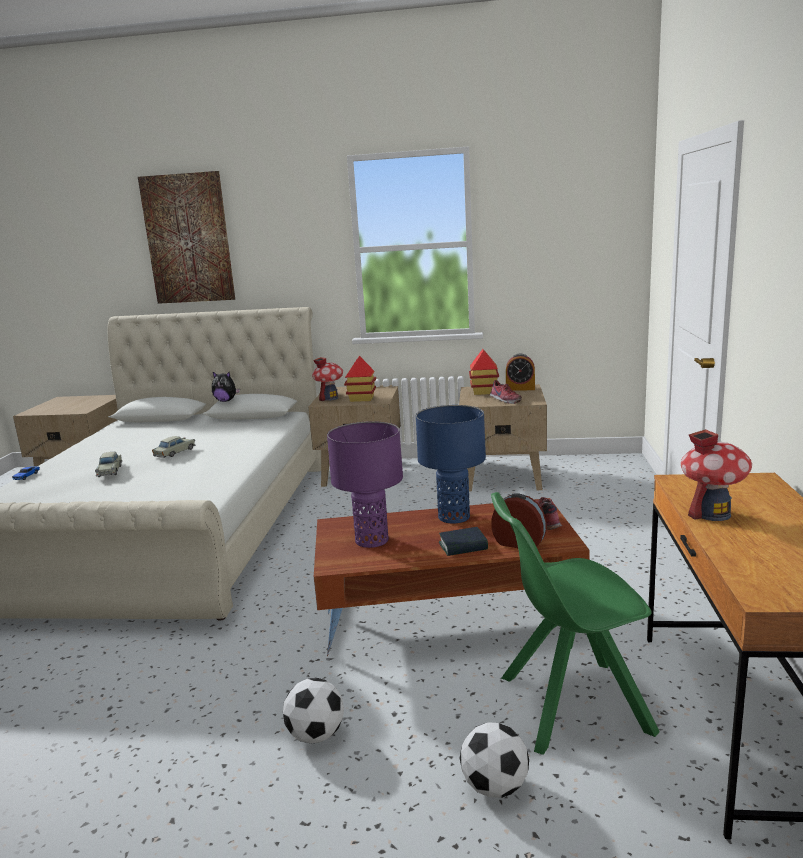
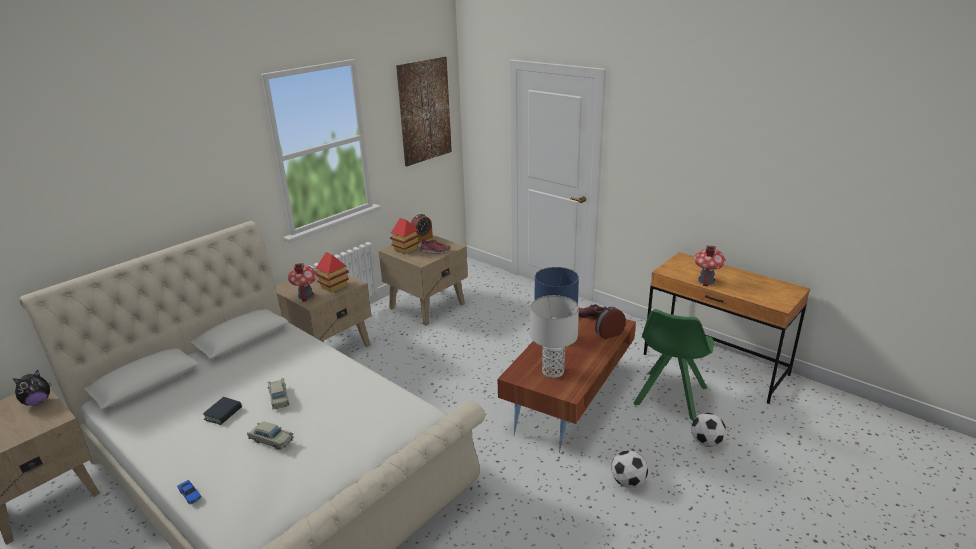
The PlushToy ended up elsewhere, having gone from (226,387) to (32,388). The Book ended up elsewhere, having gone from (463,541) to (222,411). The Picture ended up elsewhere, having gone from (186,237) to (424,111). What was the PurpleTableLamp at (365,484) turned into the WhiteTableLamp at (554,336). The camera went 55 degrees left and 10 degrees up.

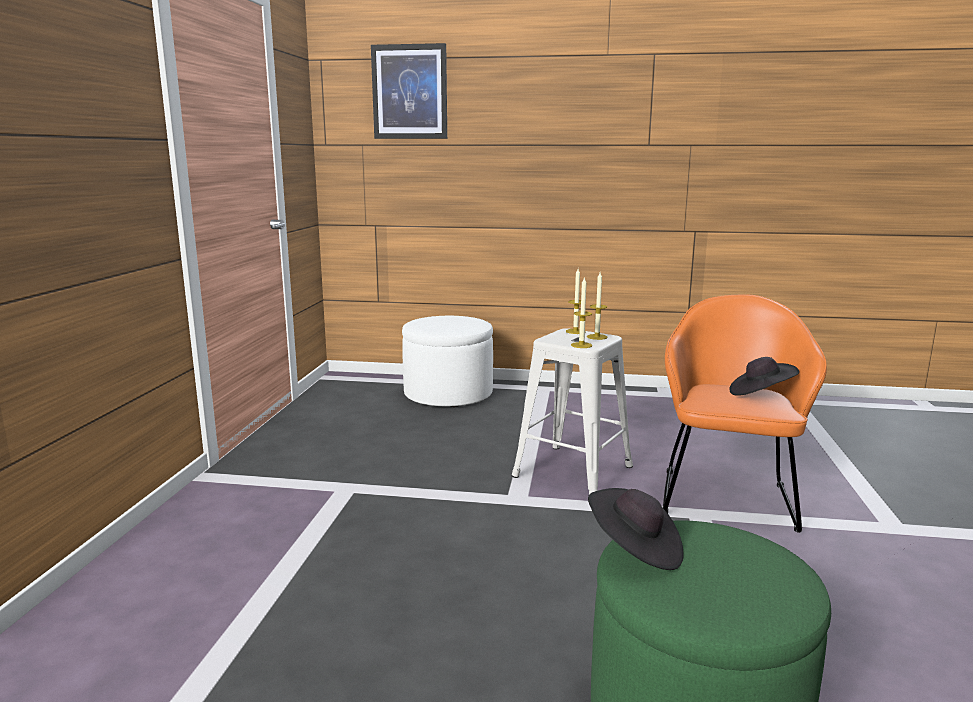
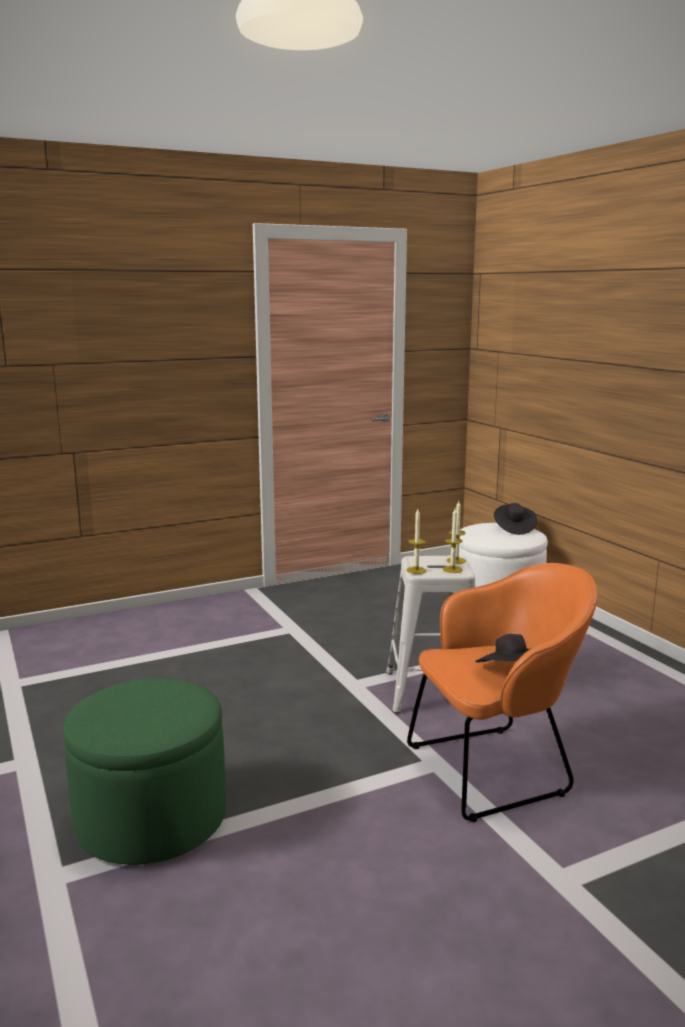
The BlackHat ended up elsewhere, having gone from (636,529) to (515,519). The second view lost the Picture at (409,91). The camera went 55 degrees right and 0 degrees up.

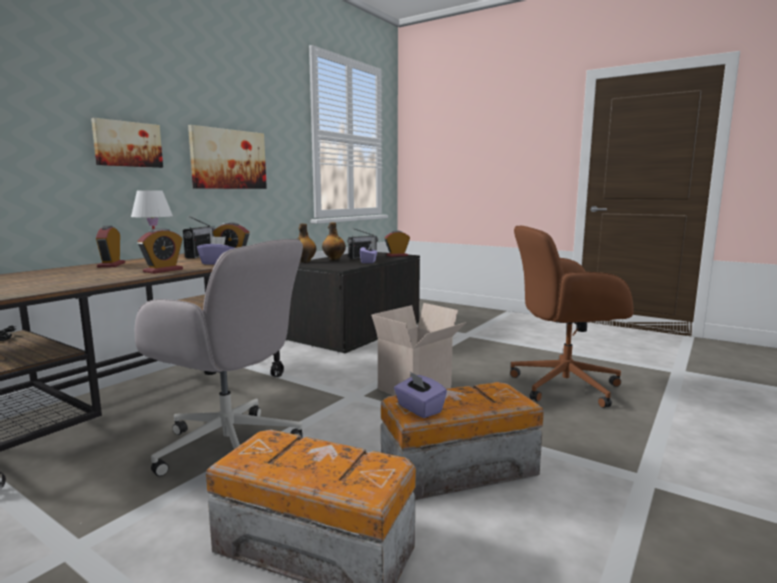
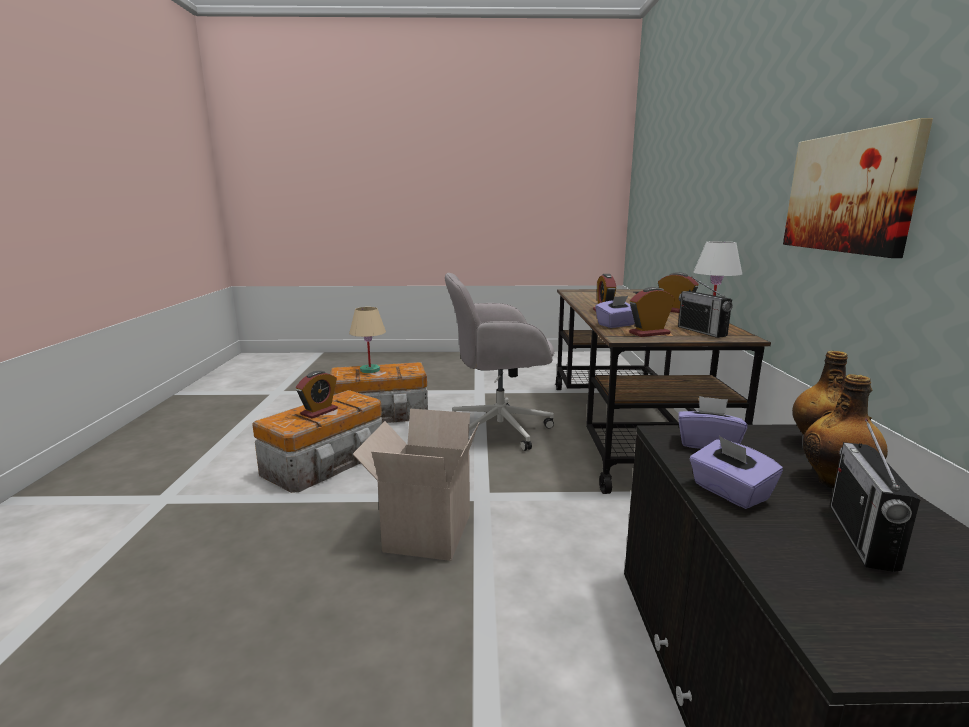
The AlarmClock ended up elsewhere, having gone from (397,244) to (317,394). The second view gained the BeigeTableLamp at (367,340). The PurpleTissueBox ended up elsewhere, having gone from (420,395) to (713,422). The second view lost the Picture at (127,143). The second view lost the BrownOfficeChair at (572,317). The camera went 145 degrees right and 5 degrees up.

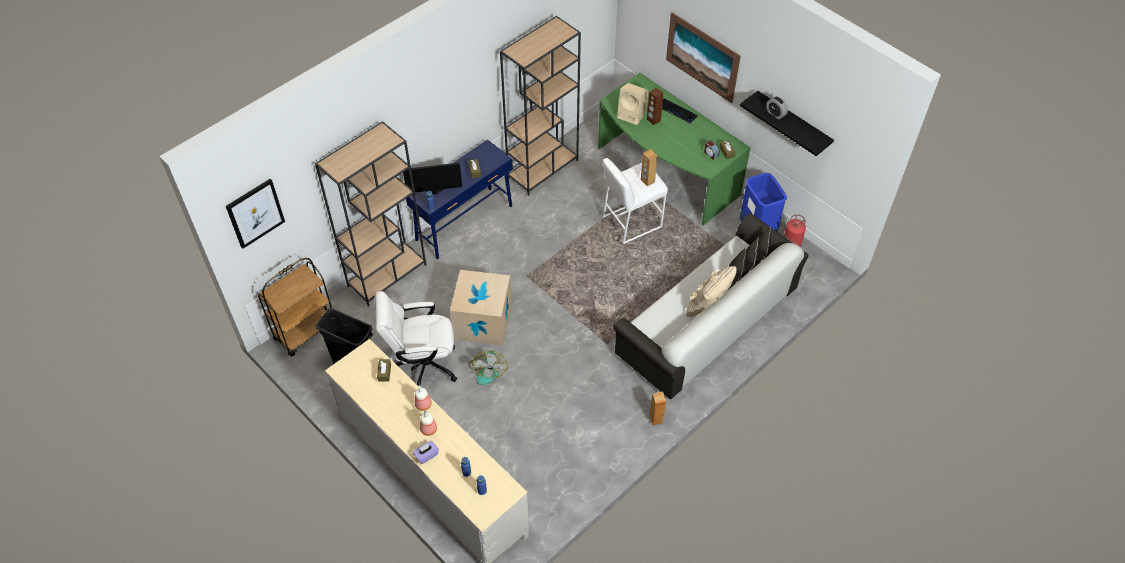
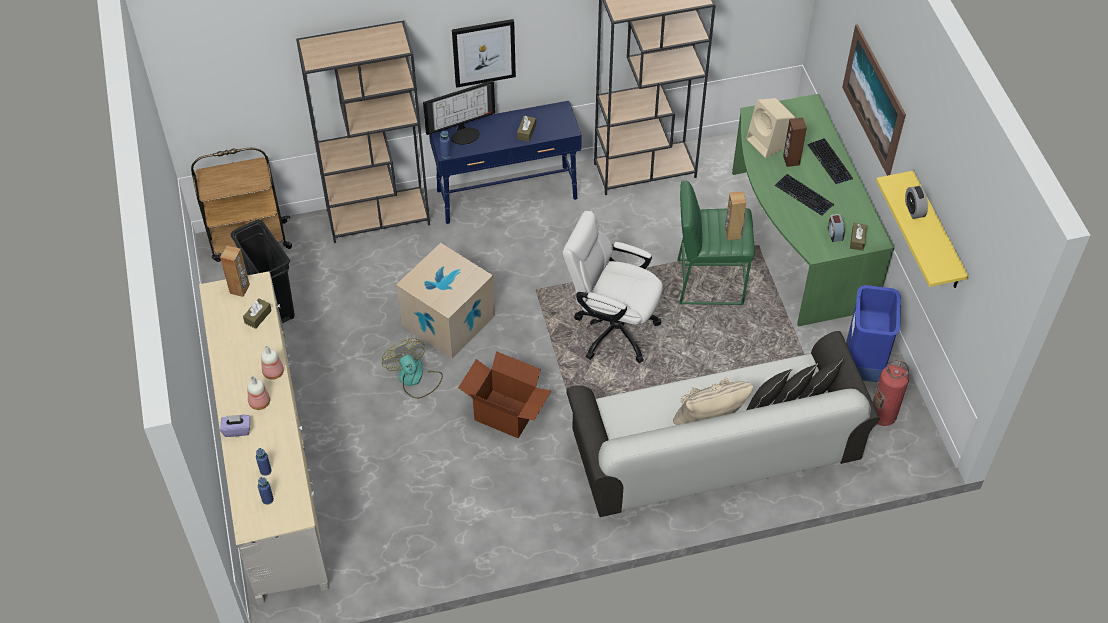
The BrownSpeaker ended up elsewhere, having gone from (657,408) to (235,271). The Fan at (488,368) ended up facing another way, 120 degrees clockwise from before. The Monitor at (432,178) ended up facing another way, 135 degrees clockwise from before. The Picture ended up elsewhere, having gone from (255,214) to (484,53). The second view gained the CardboardBox at (504,394). The WhiteOfficeChair ended up elsewhere, having gone from (416,338) to (613,287). What was the WhiteStool at (635,201) turned into the GreenStool at (716,243). The second view gained the Keyboard at (804,195). What was the BlackShelf at (787,123) turned into the YellowShelf at (922,229). The camera went 30 degrees right and 0 degrees up.

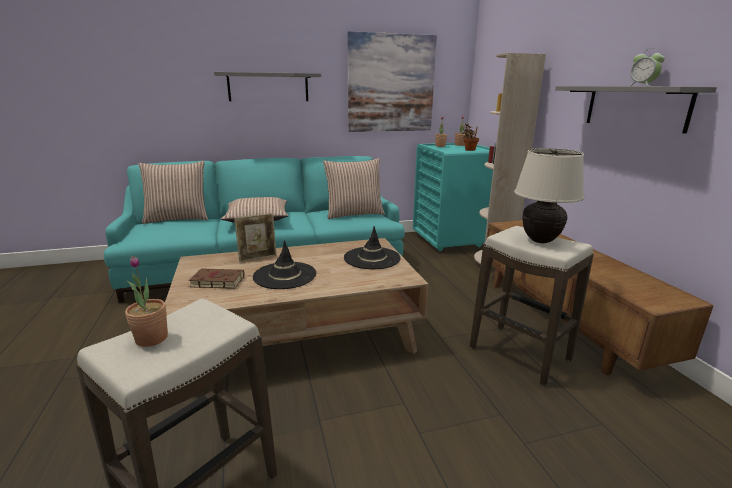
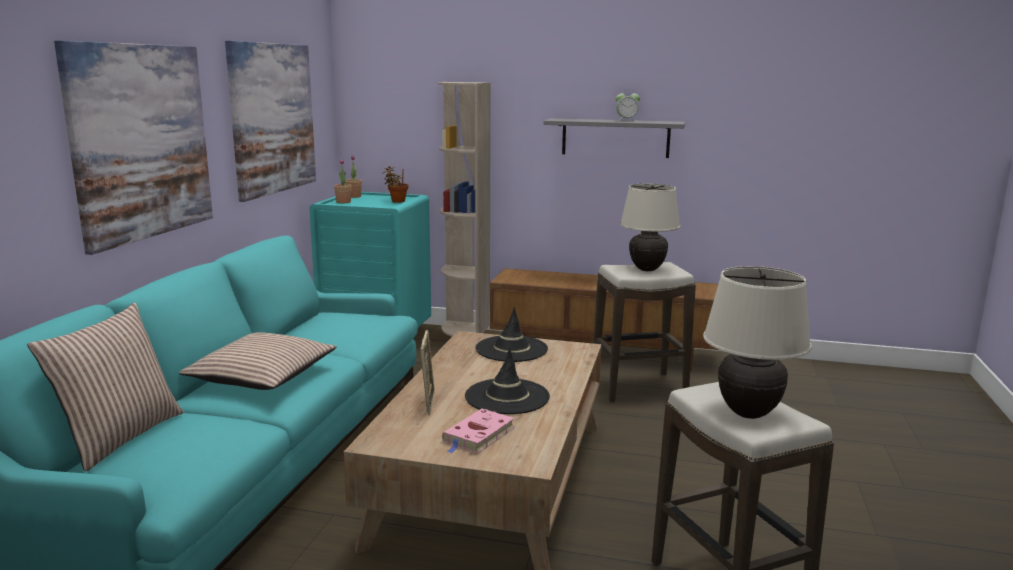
Where the GreyShelf hung at (267,86), the Picture came to hang at (133,147). What was the BrownBook at (216,278) turned into the PinkBook at (478,431). Where the PottedPlant stood at (146,301), the BeigeTableLamp came to stand at (757,342). The second view lost the Pillow at (354,188). The camera went 60 degrees left and 5 degrees down.

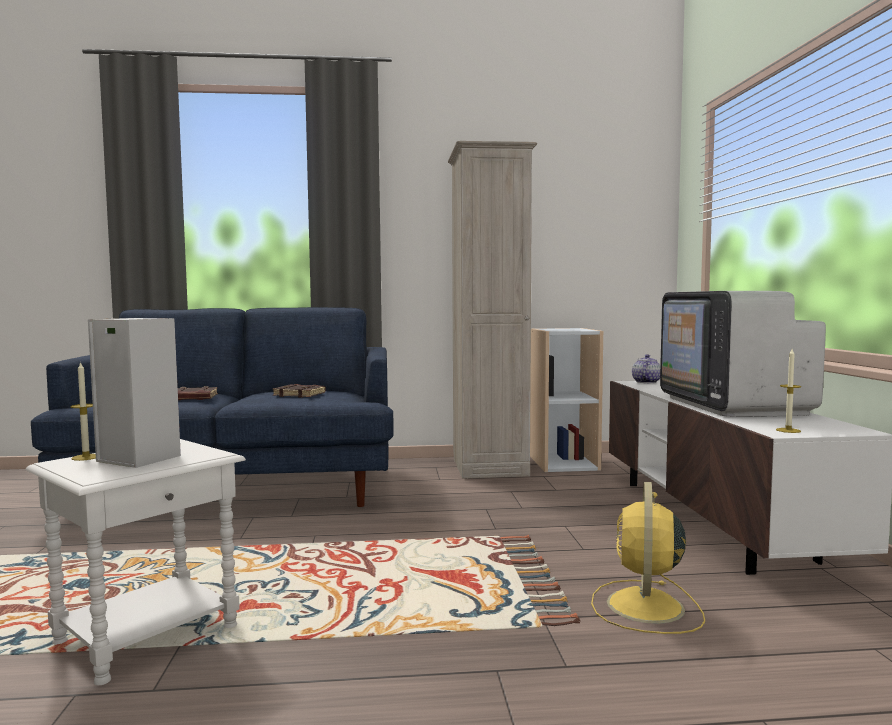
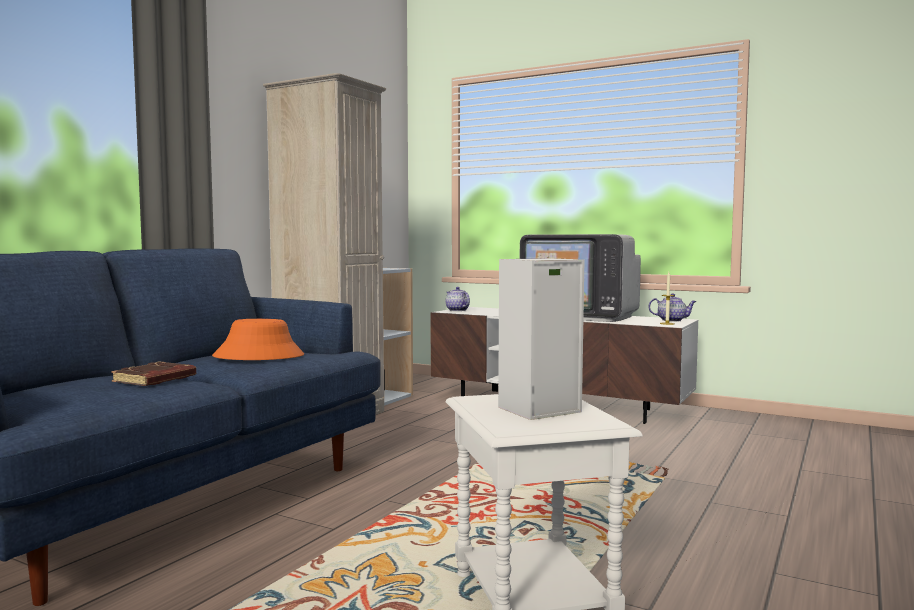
Where the BrownBook stood at (299,391), the OrangeHat came to stand at (258,339). The second view gained the Teapot at (673,308). The second view lost the Candle at (83,411). The second view lost the YellowFan at (648,558). The camera went 55 degrees left and 0 degrees up.

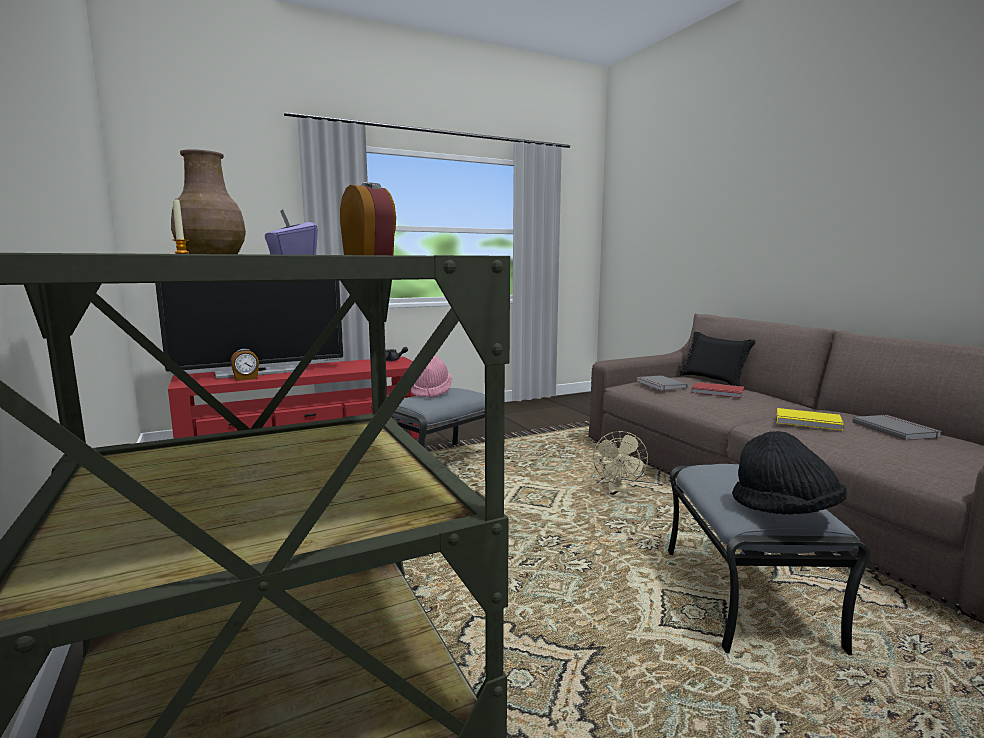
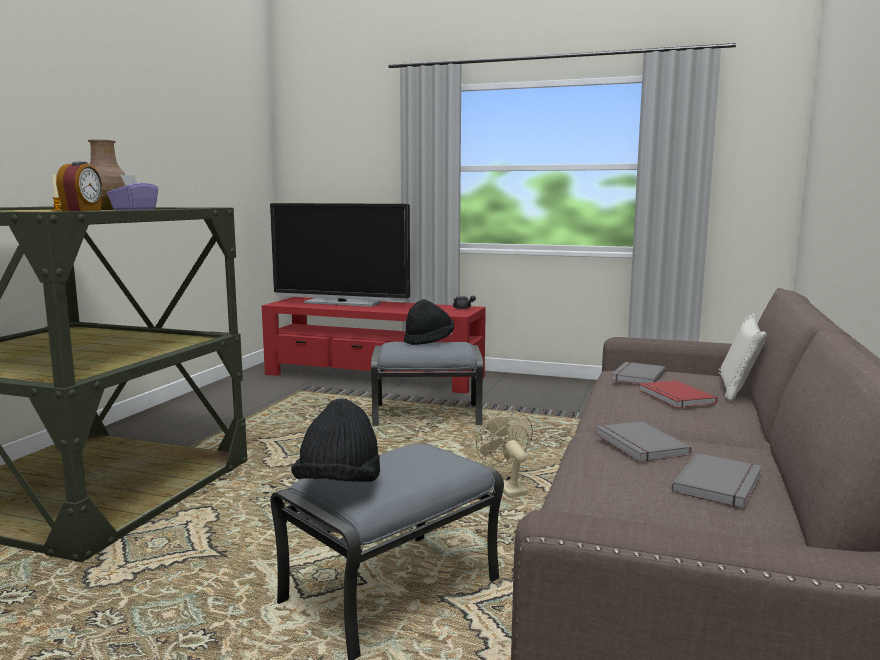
What was the PinkHat at (431,376) turned into the BlackHat at (429,322). The BeigeFan at (620,464) ended up facing another way, 105 degrees clockwise from before. What was the YellowBook at (810,419) turned into the GreyBook at (644,441). What was the BlackPillow at (717,358) turned into the WhitePillow at (742,357). The second view lost the AlarmClock at (244,365). The camera went 45 degrees right and 0 degrees up.

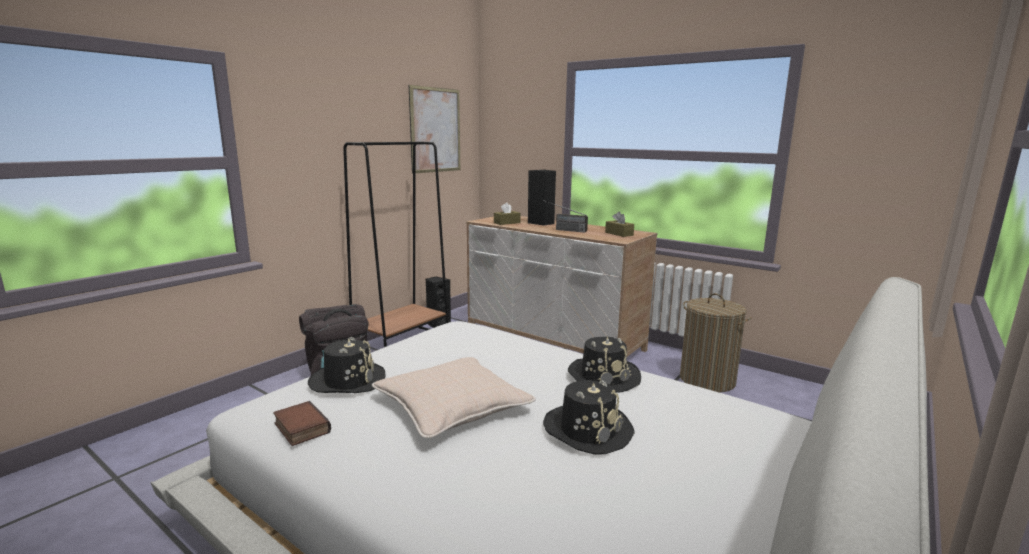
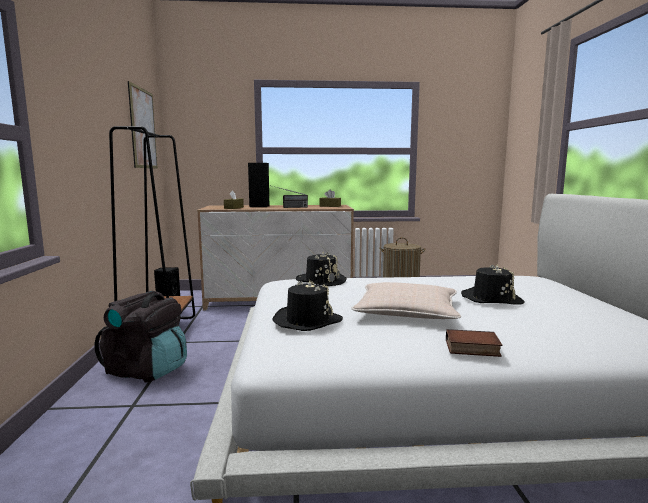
The BlackHat ended up elsewhere, having gone from (604,364) to (321,269). The Book ended up elsewhere, having gone from (302,423) to (474,343). The camera went 40 degrees left and 5 degrees down.

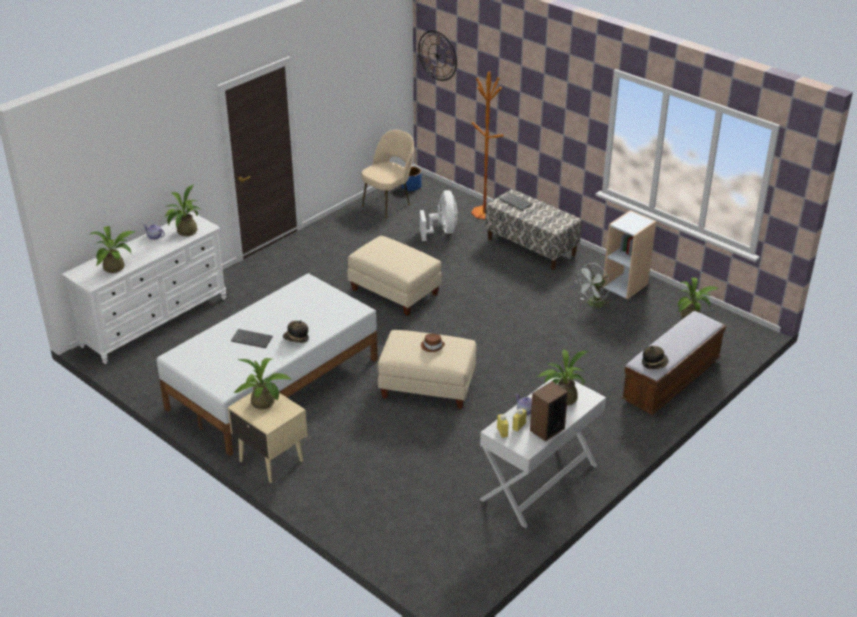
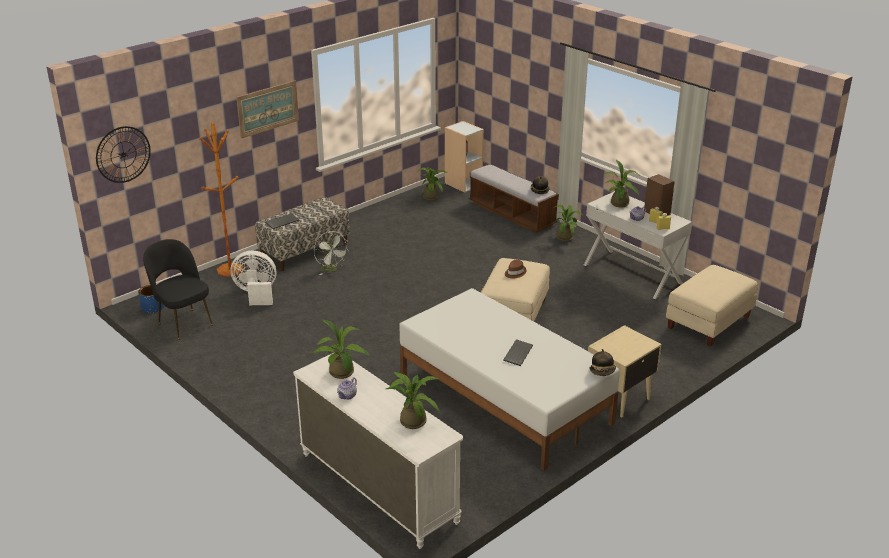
What was the BeigeChair at (387,174) turned into the BlackChair at (178,289). The second view gained the Picture at (267,109). The WhiteFan ended up elsewhere, having gone from (592,286) to (331,253). The Bookcase ended up elsewhere, having gone from (629,254) to (464,157). The PottedPlant ended up elsewhere, having gone from (262,384) to (568,223). The Hat ended up elsewhere, having gone from (296,331) to (603,362). The BeigeOttoman ended up elsewhere, having gone from (394,276) to (712,306). The camera went 85 degrees left and 5 degrees down.

